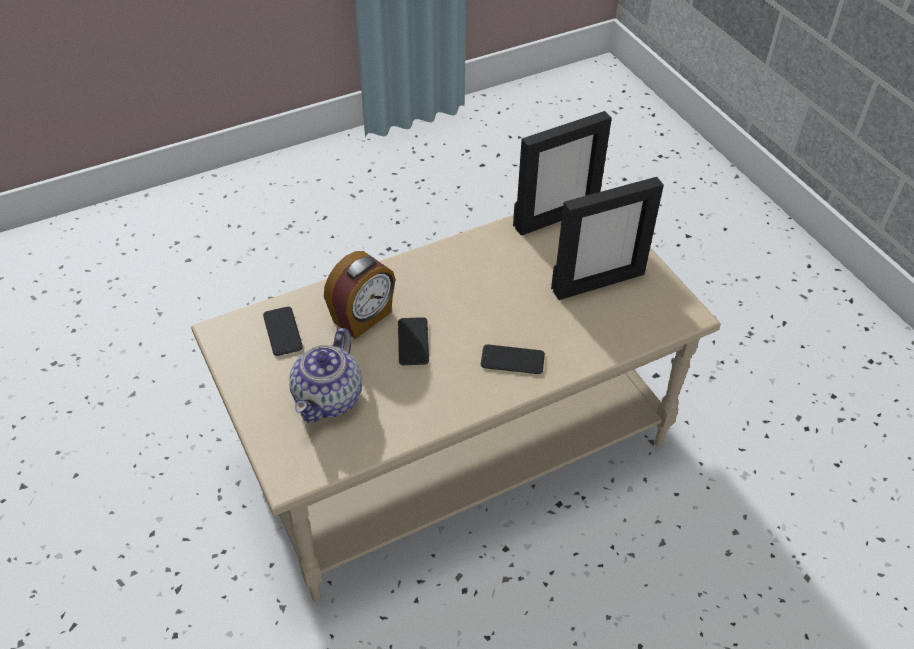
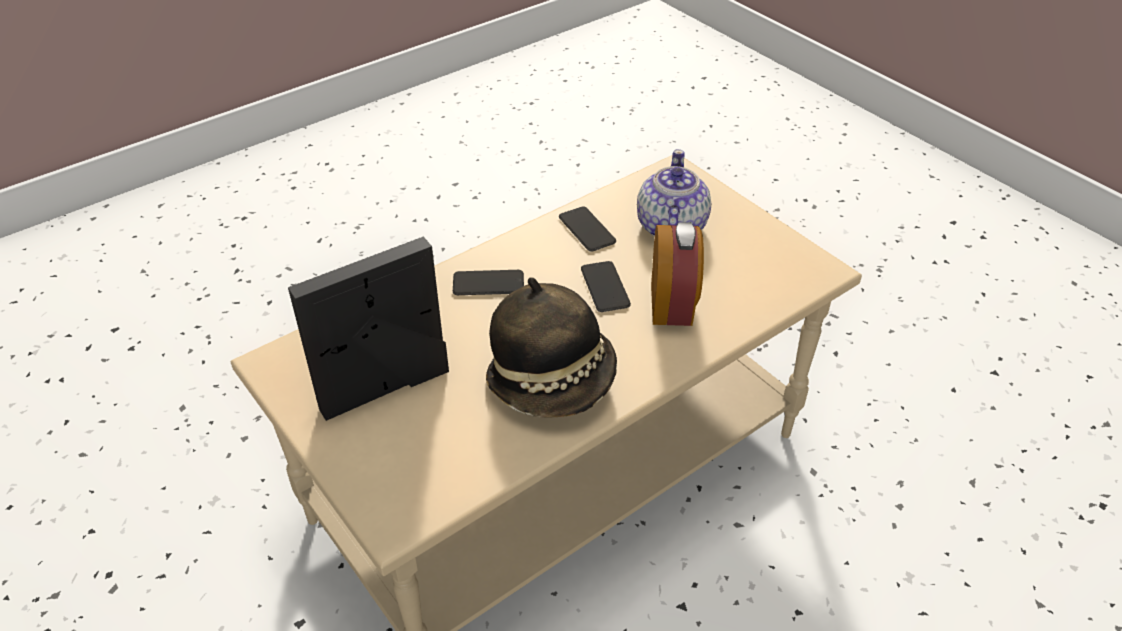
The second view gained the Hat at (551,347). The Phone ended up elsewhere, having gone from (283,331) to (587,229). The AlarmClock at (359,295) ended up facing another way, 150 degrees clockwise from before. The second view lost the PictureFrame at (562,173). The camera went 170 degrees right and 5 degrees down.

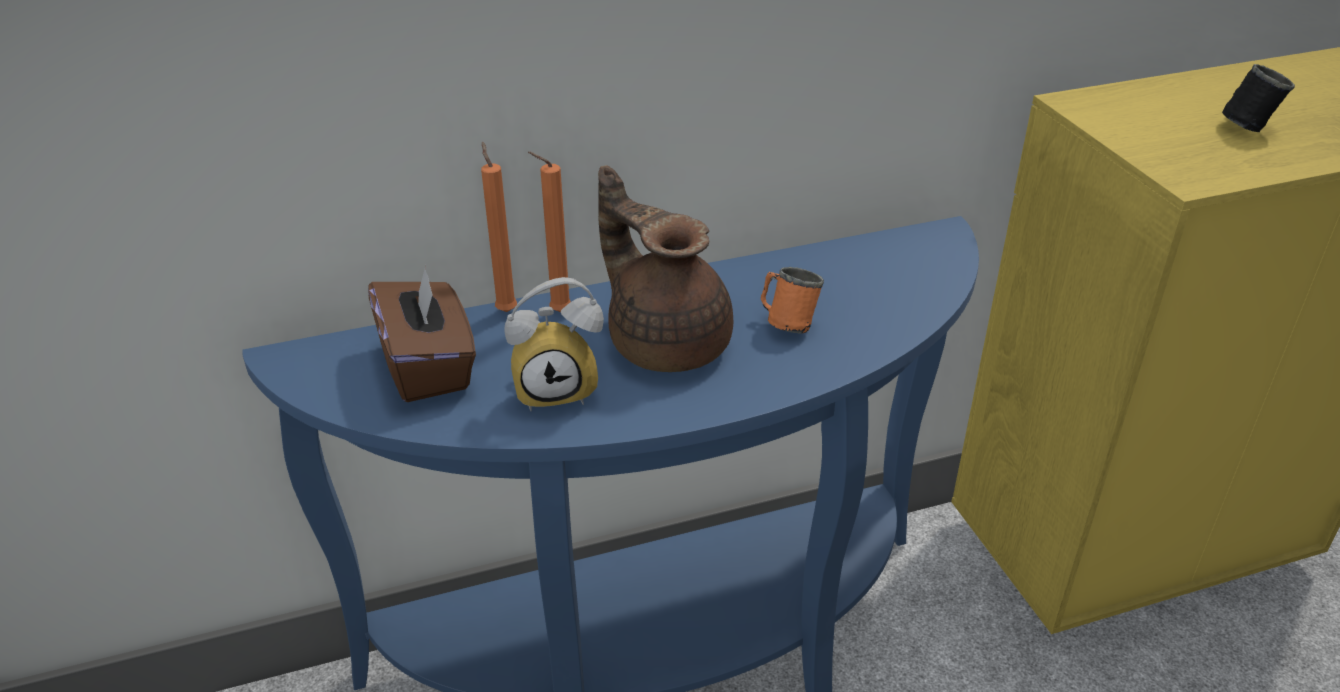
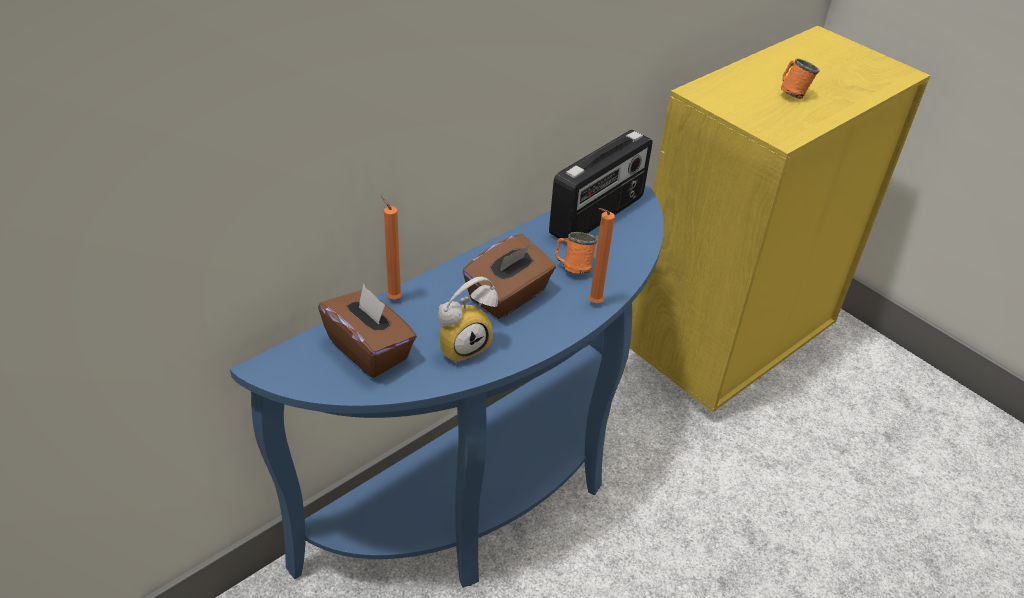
Where the BrownTeapot stood at (665,268), the BrownTissueBox came to stand at (509,276). The second view gained the Radio at (600,186). The OrangeCandle ended up elsewhere, having gone from (549,232) to (602,255). What was the BlackMug at (1258,98) turned into the OrangeMug at (800,79). The camera went 25 degrees left and 5 degrees up.

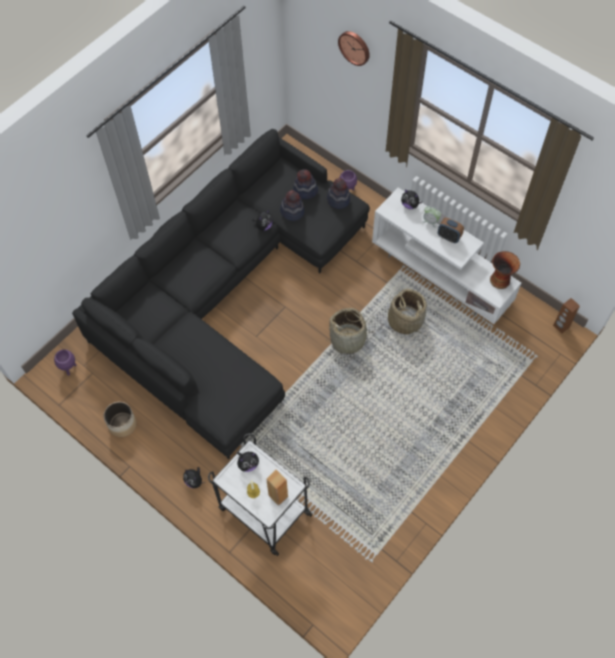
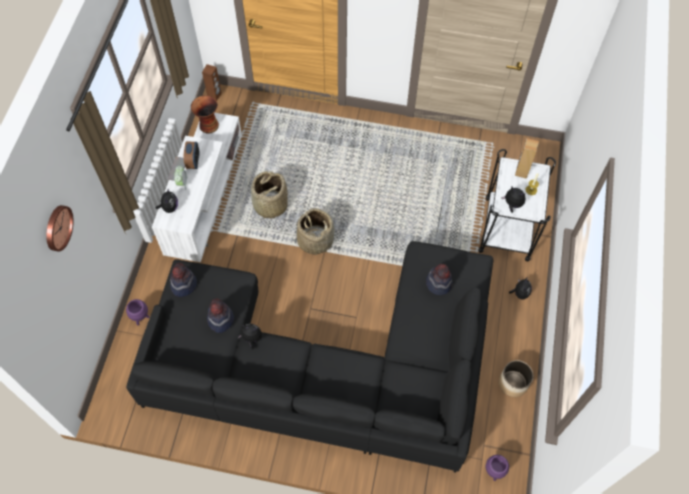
The Hat ended up elsewhere, having gone from (305,184) to (439,279). The camera went 120 degrees left and 0 degrees up.

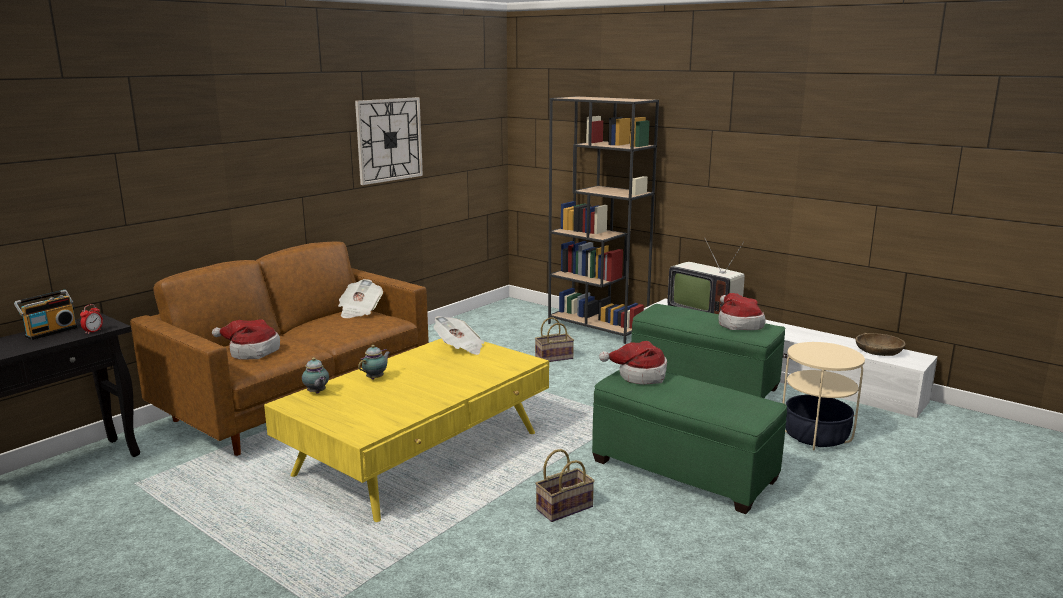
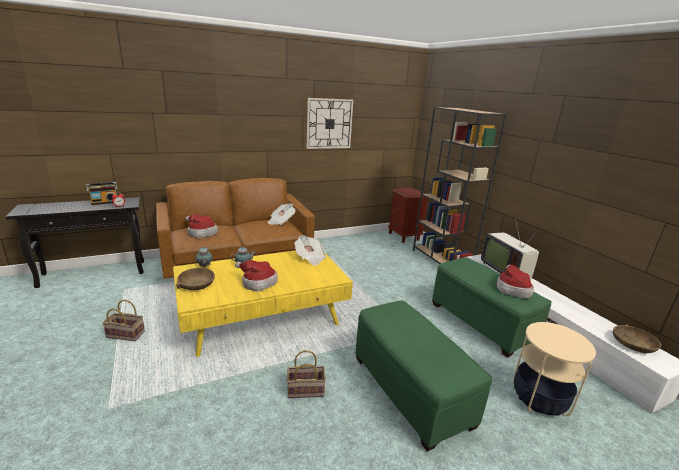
The Basket ended up elsewhere, having gone from (554,339) to (123,320). The second view gained the BrownBowl at (195,279). The Hat ended up elsewhere, having gone from (633,363) to (256,276). The second view gained the BrownNightstand at (408,215). The camera went 25 degrees right and 5 degrees up.

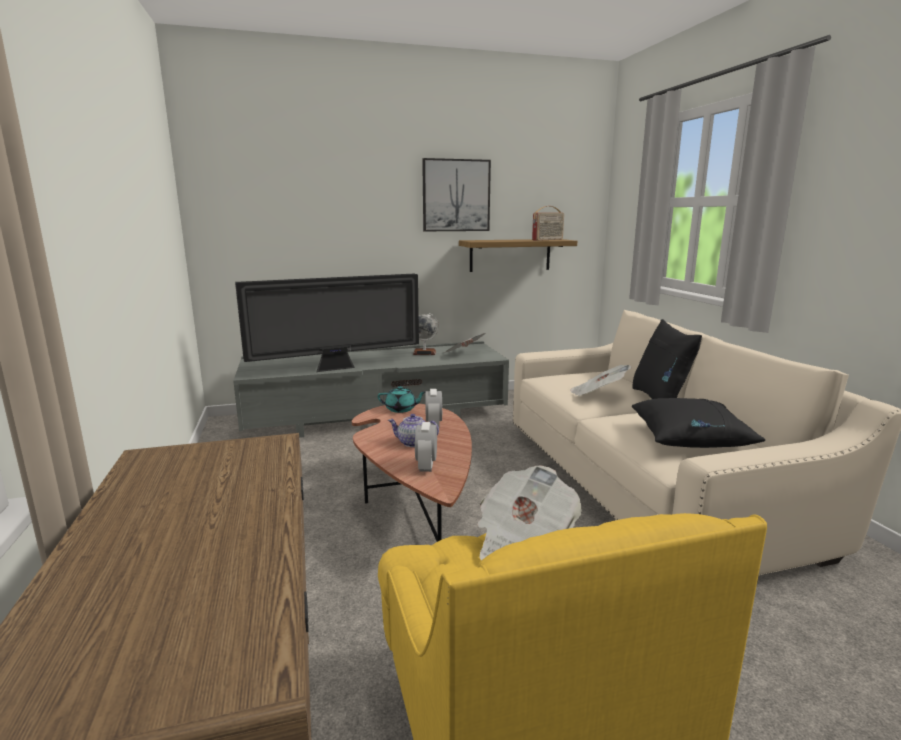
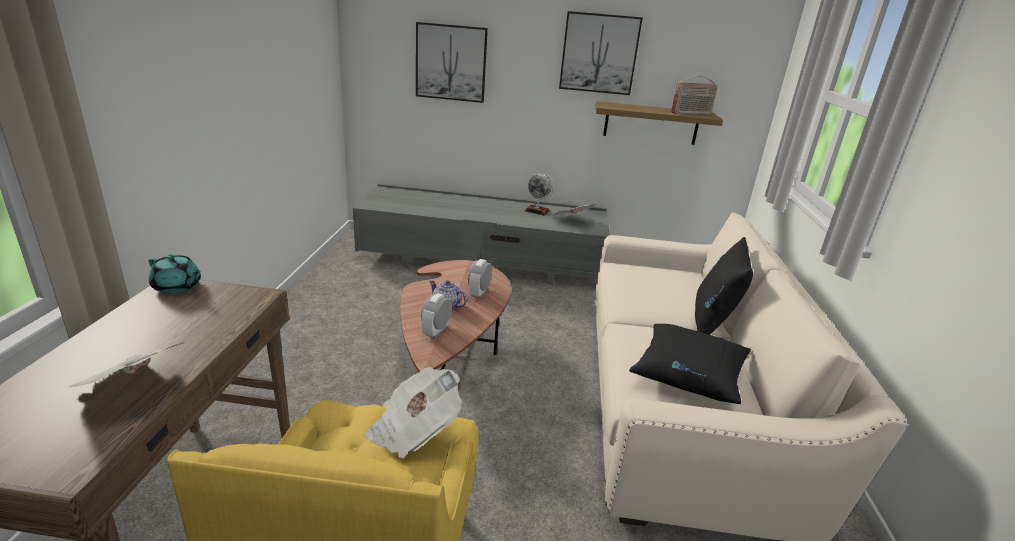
The Newspaper ended up elsewhere, having gone from (601,381) to (127,364). The TurquoiseTeapot ended up elsewhere, having gone from (401,399) to (175,274). The second view gained the Picture at (452,62). The second view lost the Television at (327,323). The camera went 20 degrees right and 10 degrees up.

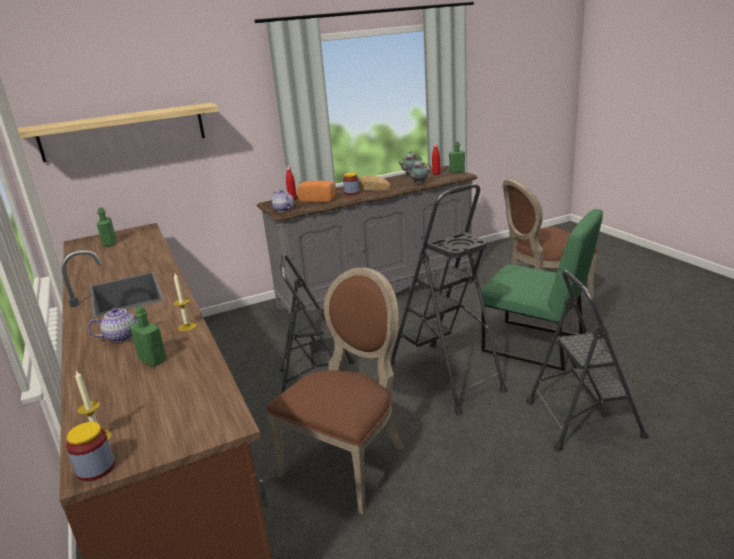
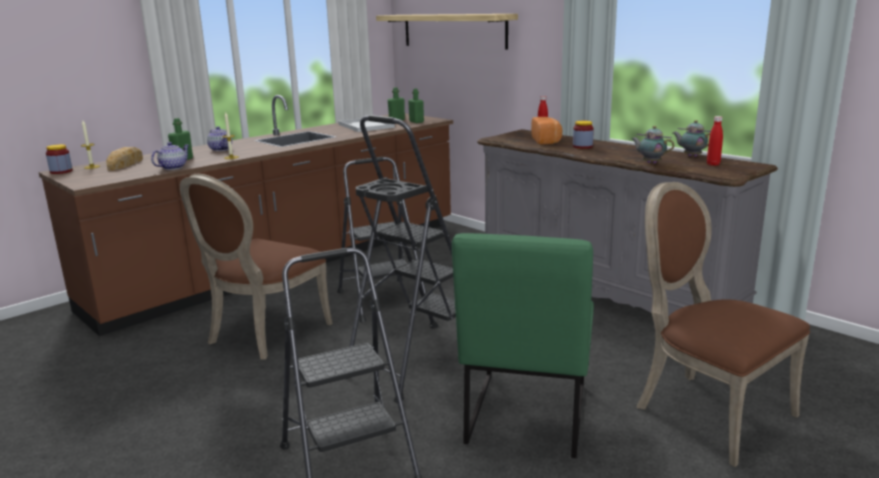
The Bread ended up elsewhere, having gone from (374,183) to (124,158). The Teapot ended up elsewhere, having gone from (283,201) to (170,156). The BrownChair at (335,390) ended up facing another way, 105 degrees clockwise from before. The second view gained the WhiteTray at (366,125). The GreenBottle ended up elsewhere, having gone from (457,157) to (416,106). The camera went 70 degrees right and 5 degrees down.

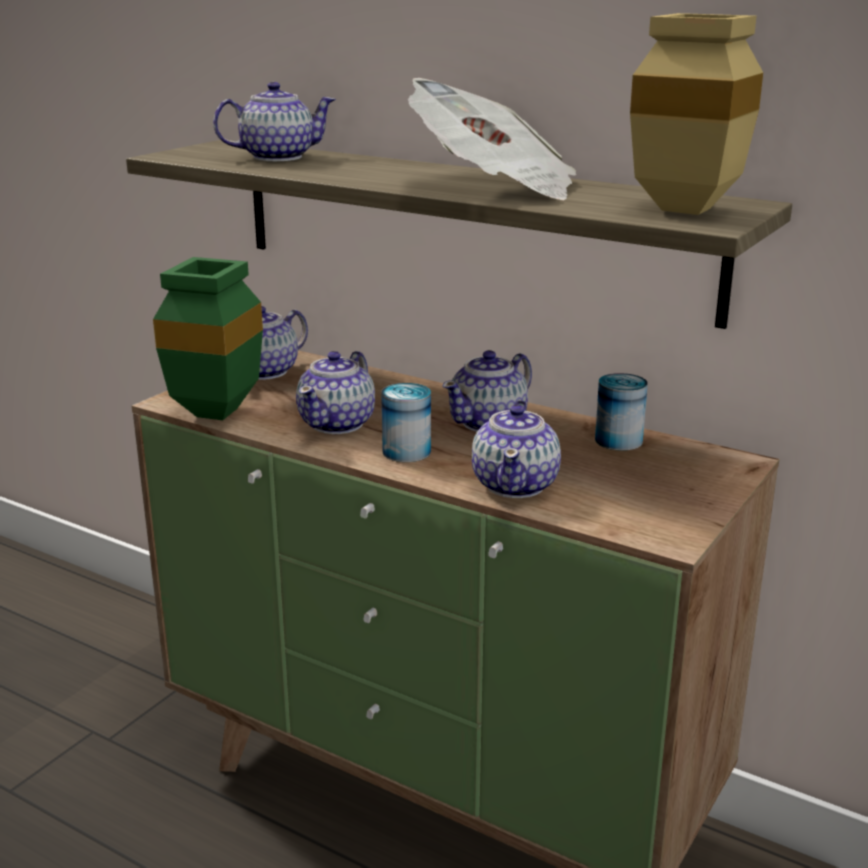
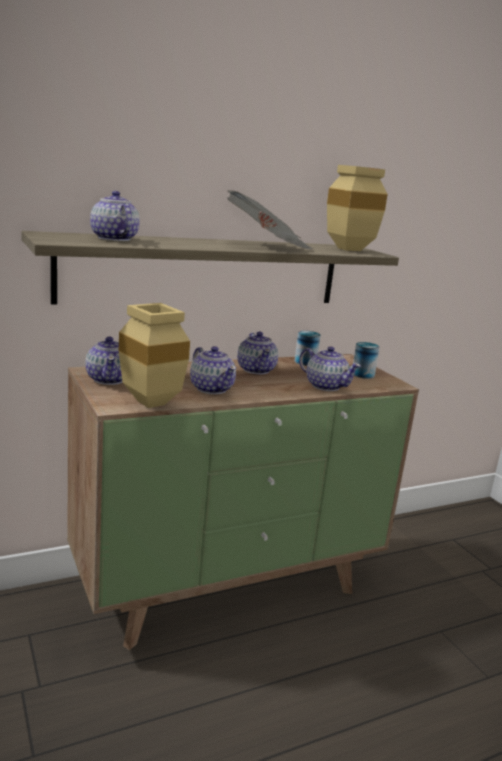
The Teapot at (274,121) ended up facing another way, 45 degrees counterclockwise from before. What was the GreenVase at (208,338) turned into the BeigeVase at (154,355). The Can ended up elsewhere, having gone from (406,422) to (366,360). The camera went 60 degrees left and 5 degrees down.

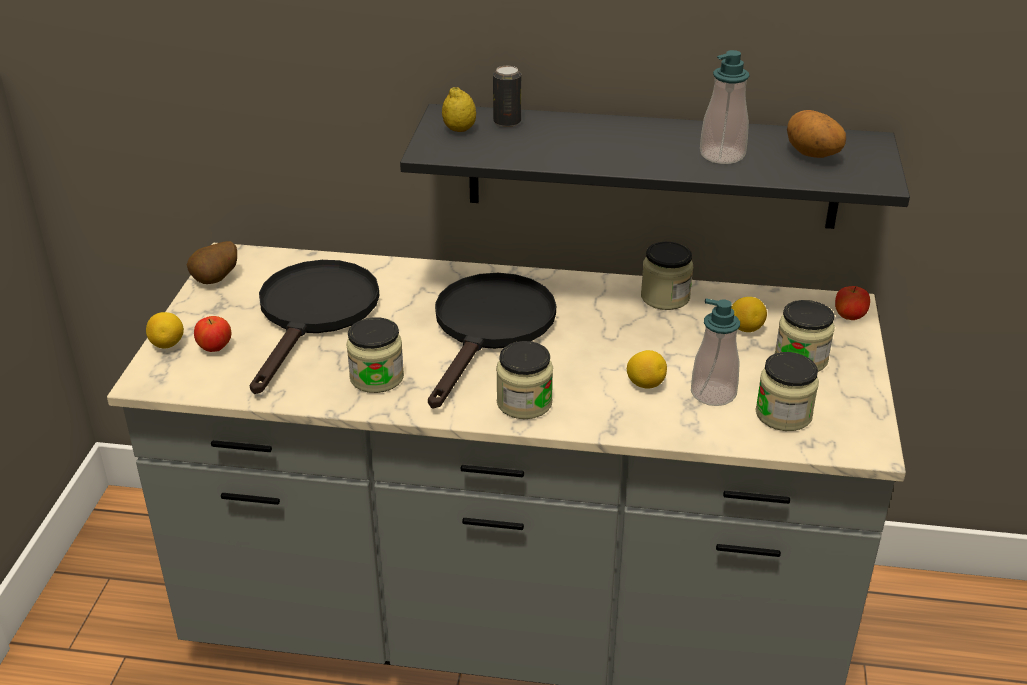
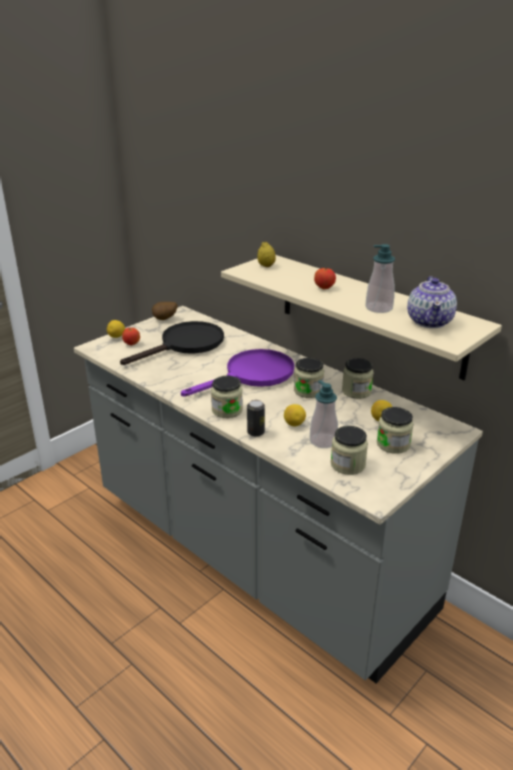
What was the BlackFryingPan at (492,341) turned into the PurpleFryingPan at (237,373). What was the BlackShelf at (655,166) turned into the BeigeShelf at (361,317). The Can ended up elsewhere, having gone from (507,96) to (256,418). The Jar ended up elsewhere, having gone from (375,355) to (309,378). The Apple ended up elsewhere, having gone from (852,303) to (325,278). Where the Potato stood at (816,134), the Teapot came to stand at (432,302). The camera went 35 degrees right and 5 degrees down.

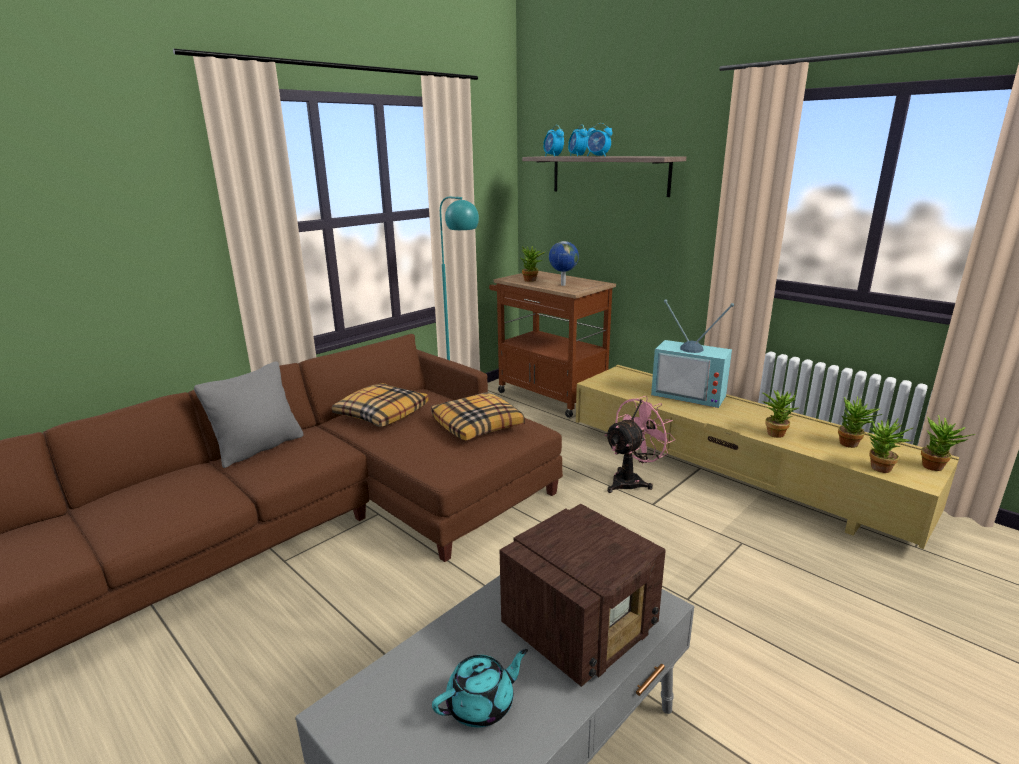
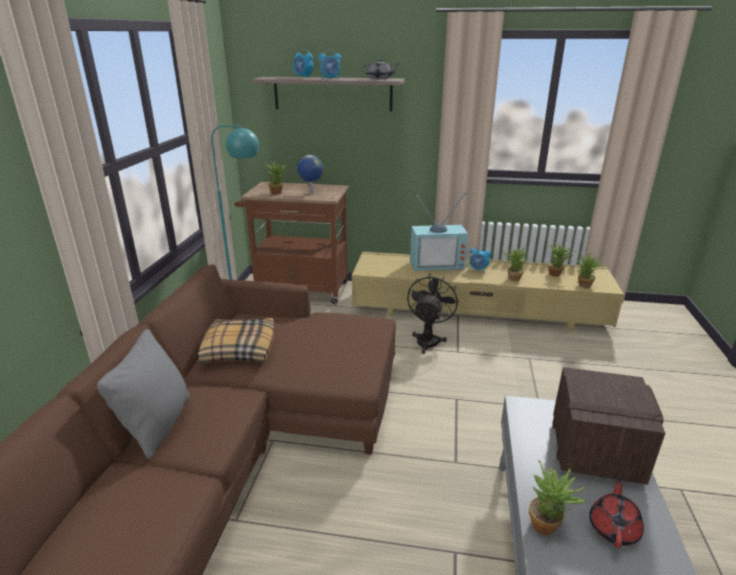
The second view gained the GreyTeapot at (381,69). What was the PinkFan at (639,444) turned into the BlackFan at (433,313). The AlarmClock ended up elsewhere, having gone from (553,141) to (480,259). The PottedPlant ended up elsewhere, having gone from (948,443) to (559,497). What was the TurquoiseTeapot at (480,688) turned into the RedTeapot at (616,512). The second view lost the Pillow at (478,416). The camera went 35 degrees left and 5 degrees up.

